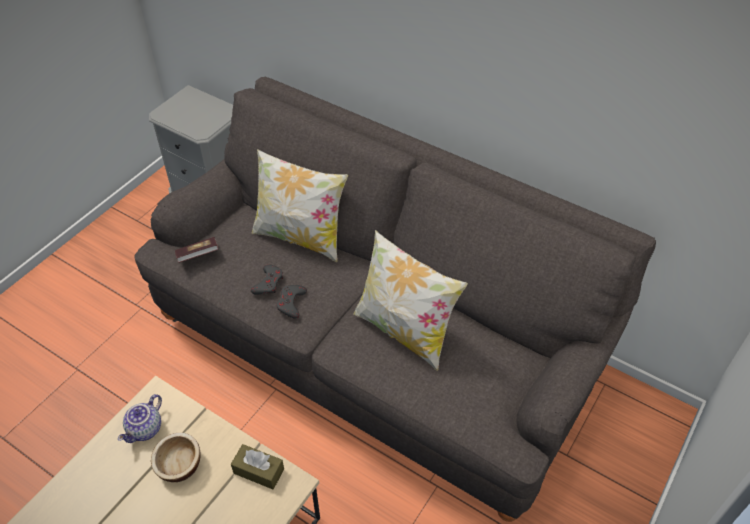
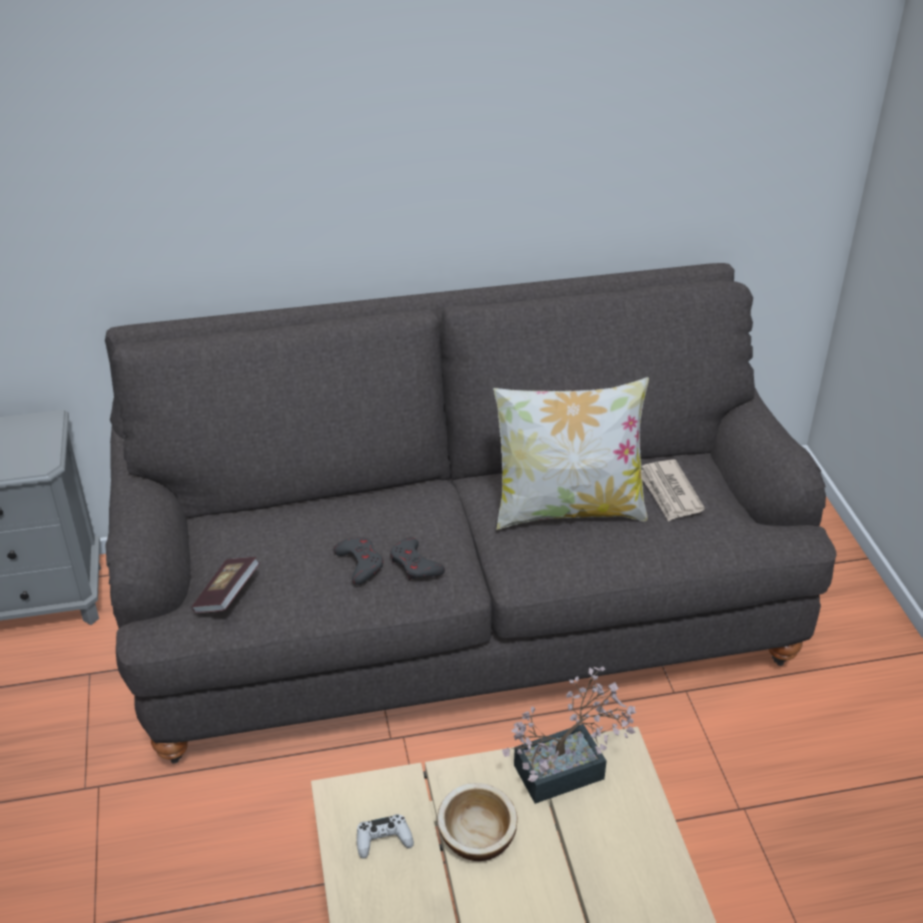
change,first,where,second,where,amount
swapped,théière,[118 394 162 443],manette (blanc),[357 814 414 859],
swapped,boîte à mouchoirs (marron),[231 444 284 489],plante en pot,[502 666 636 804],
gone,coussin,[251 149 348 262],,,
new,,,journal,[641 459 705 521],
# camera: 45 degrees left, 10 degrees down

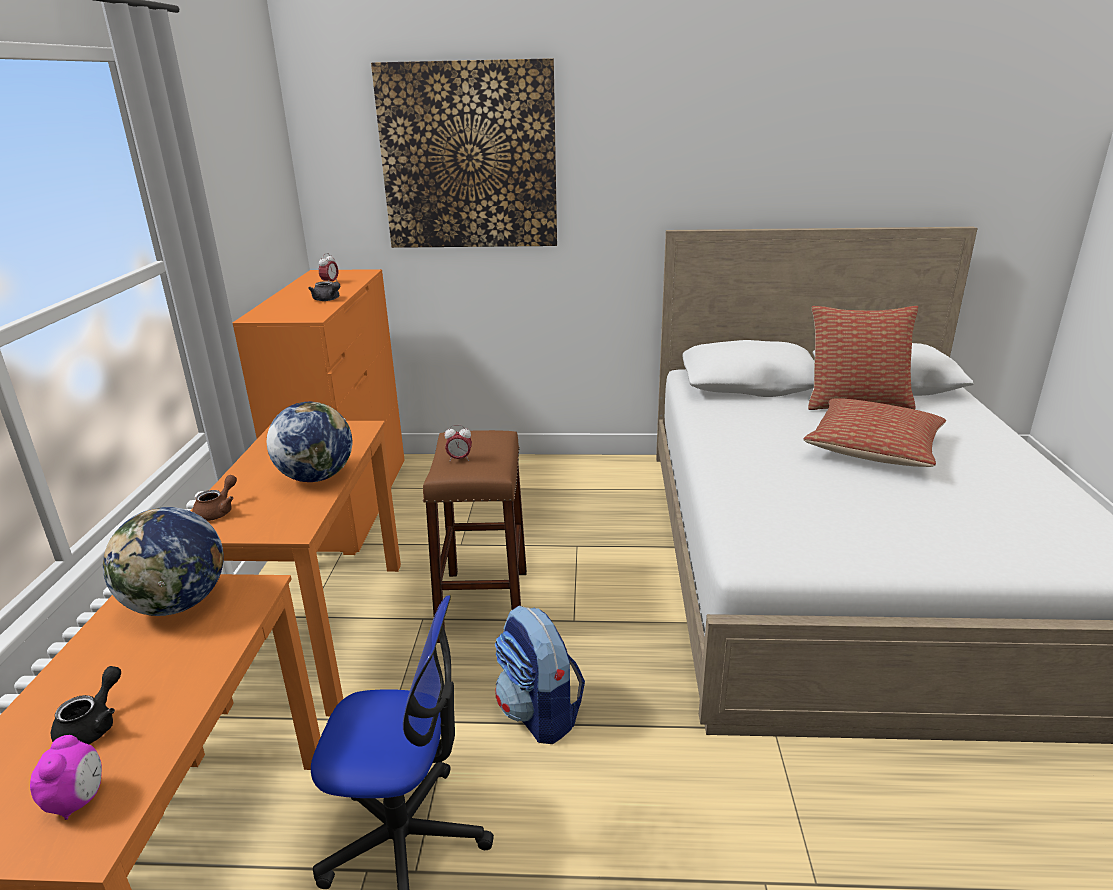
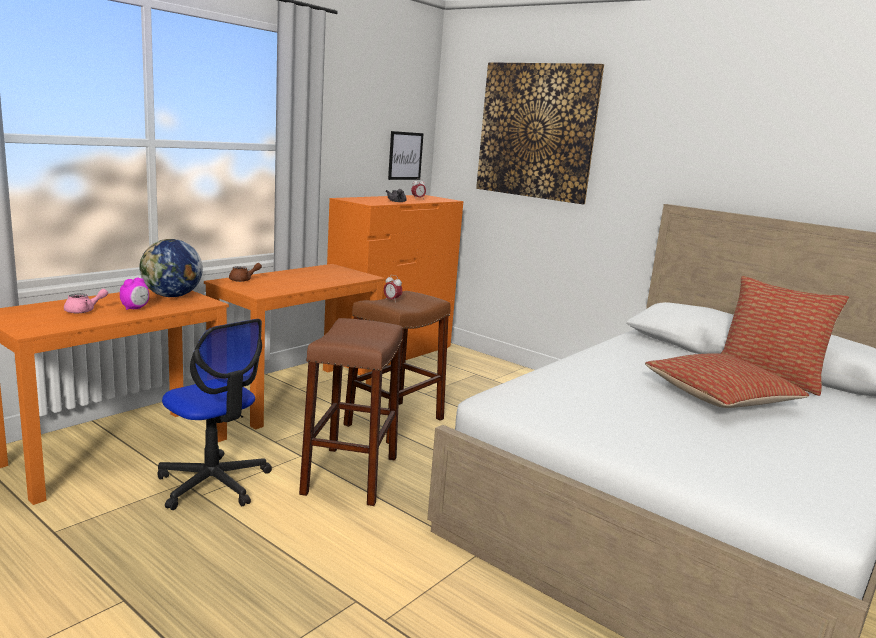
change,first,where,second,where,amount
shifted,réveil,[30 735 102 820],,[120 278 149 310],
repainted,théière (noir),[51 666 121 744],théière (rose),[64 289 108 313],
gone,globe,[267 402 352 482],,,
swapped,sac à dos,[495 605 585 744],tabouret (marron),[299 318 403 506],
new,,,tableau,[388 131 424 180],
# camera: 35 degrees right, 10 degrees down

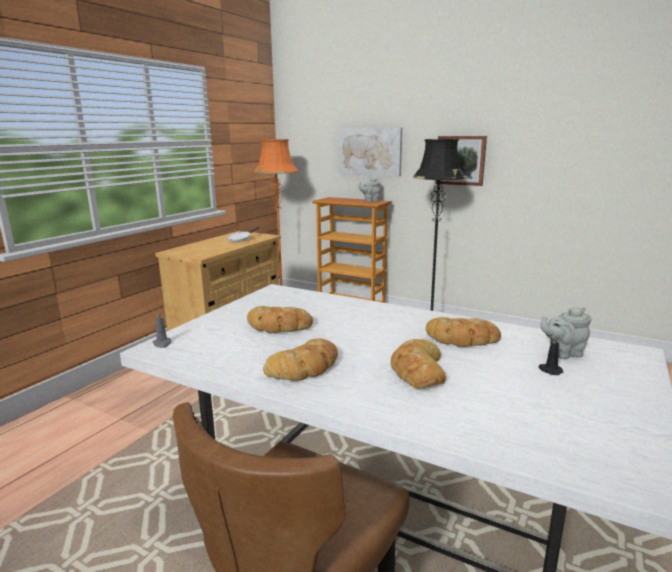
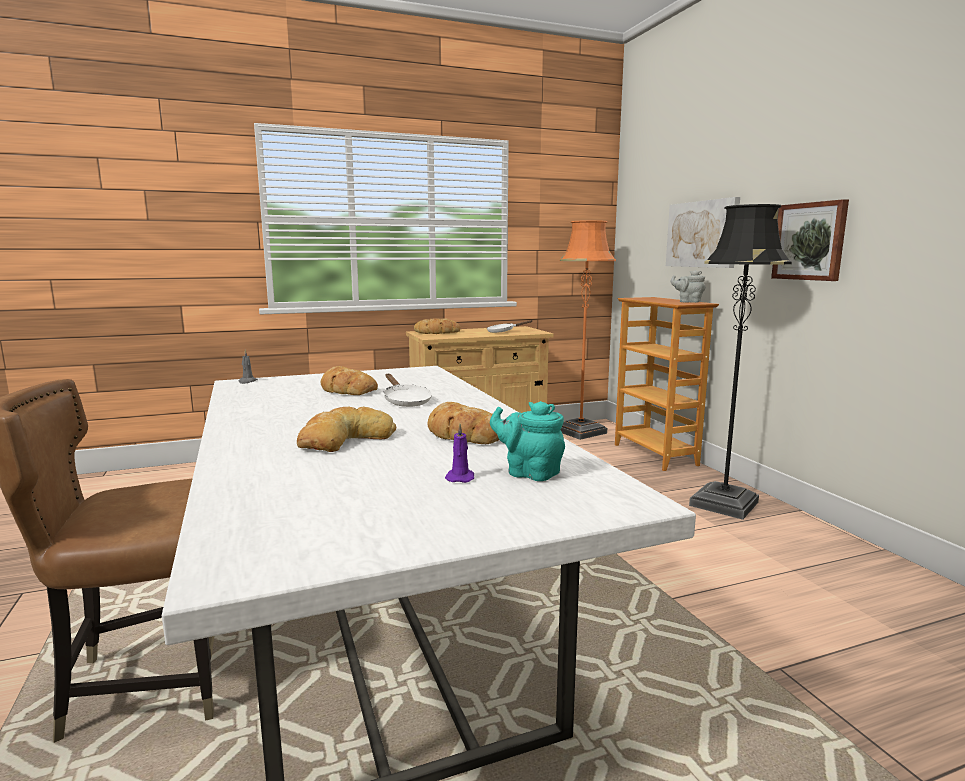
change,first,where,second,where,amount
shifted,pain,[263 338 338 381],,[414 318 461 334],
repainted,bougie (noir),[539 335 563 375],bougie (violet),[445 424 474 483],
repainted,théière (gris),[540 307 591 359],théière (turquoise),[490 401 565 481],
new,,,poêle (blanc),[384 374 432 407],
# camera: 40 degrees right, 5 degrees down

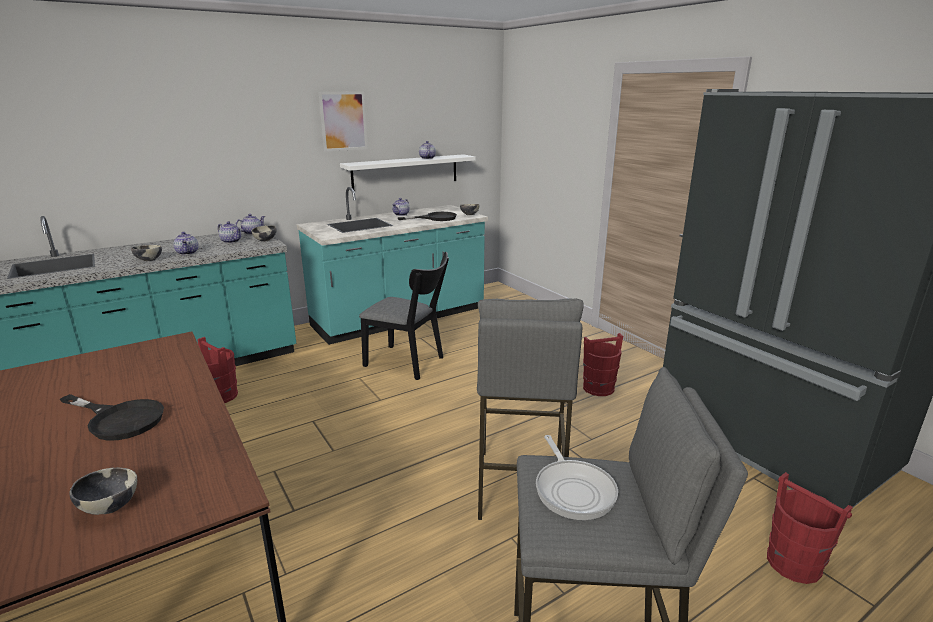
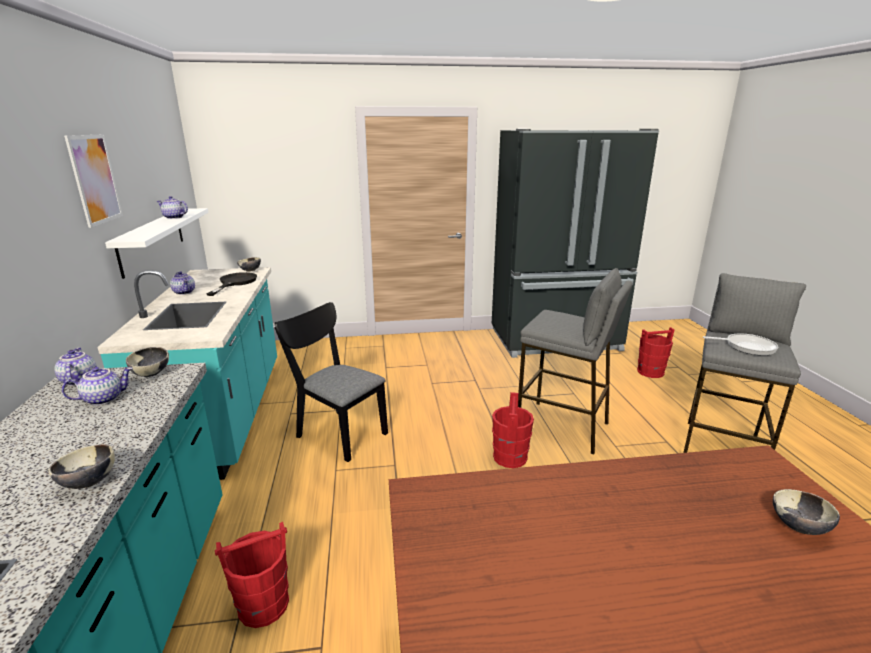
change,first,where,second,where,amount
gone,poêle (noir),[60 394 164 441],,,
gone,théière,[173 232 198 255],,,
rotated,chaise (noir),[359 252 449 380],,[274 302 388 462],105 degrees counterclockwise
shifted,seau (rouge),[583 333 623 396],,[492 392 534 468],
# camera: 65 degrees left, 0 degrees up

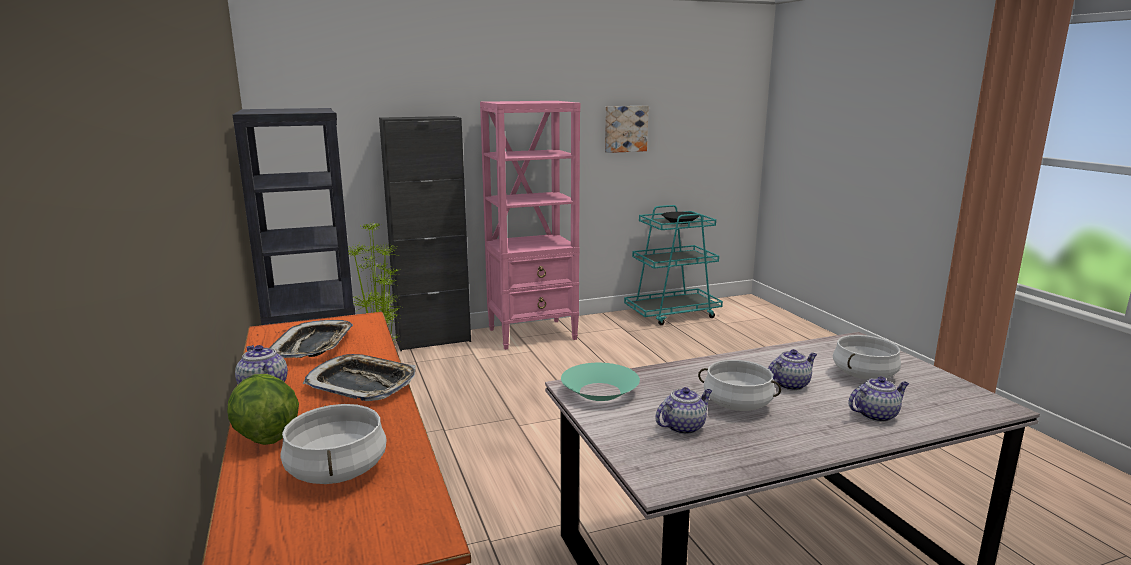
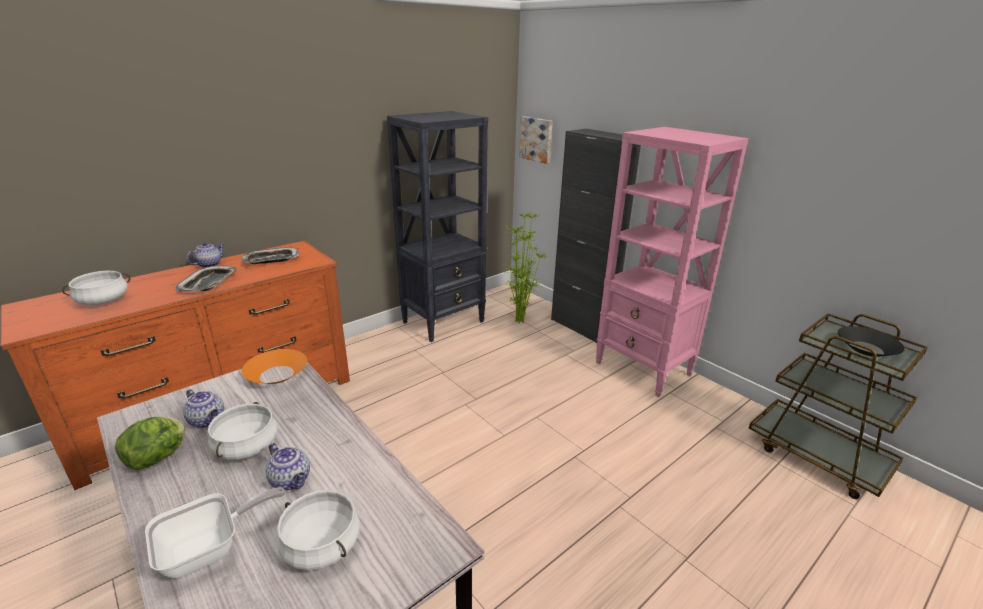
change,first,where,second,where,amount
shifted,laitue,[227 374 299 445],,[115 417 185 470],
repainted,bol (turquoise),[561 363 640 401],bol (orange),[241 349 307 384],
shifted,tableau,[605 106 649 153],,[519 116 553 164],
repainted,chariot (turquoise),[624 205 723 325],chariot (marron),[749 313 928 499],
swapped,théière,[848 377 909 422],poêle,[145 487 286 578],
# camera: 70 degrees right, 10 degrees up

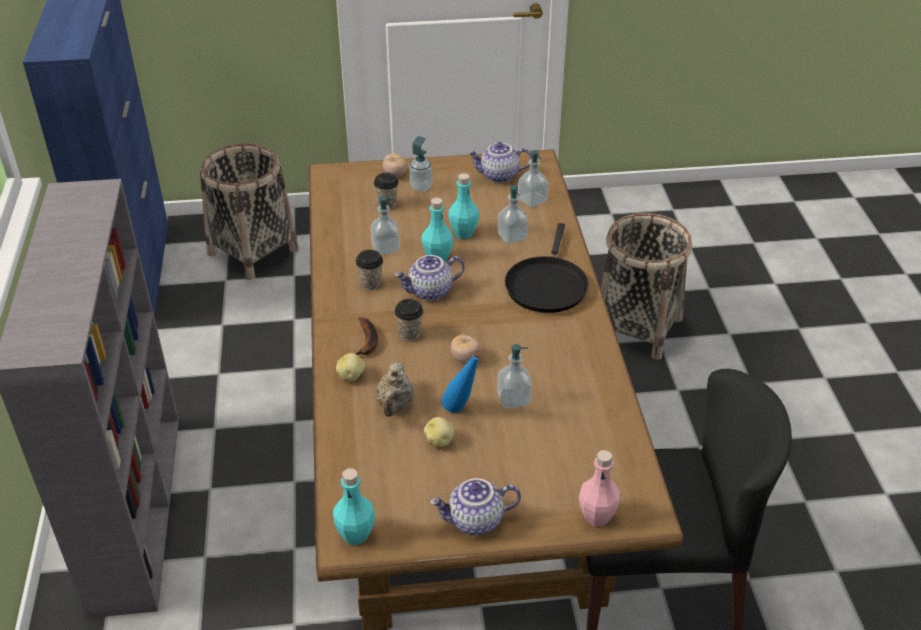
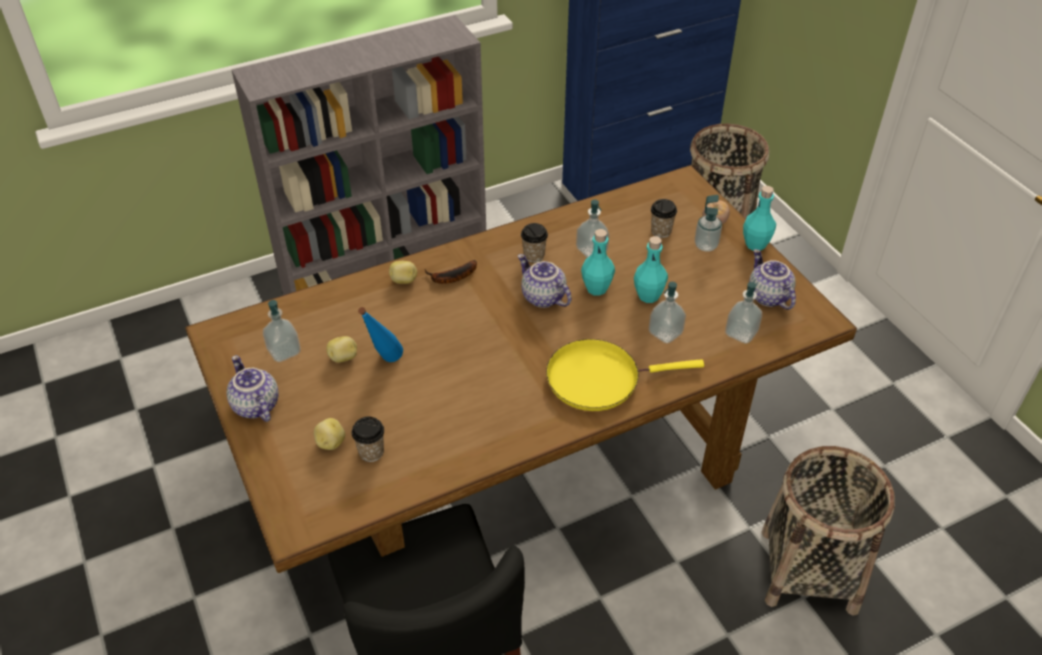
change,first,where,second,where,amount
shifted,bouteille (turquoise),[333 468 375 545],,[743 186 776 251],
gone,théière (beige),[376 362 414 417],,,
shifted,tasse,[394 299 423 341],,[351 417 384 462],
gone,tomate,[451 335 481 363],,,
shifted,distributeur de savon,[497 344 532 409],,[263 300 300 362],
repainted,poêle (noir),[505 223 589 313],poêle (jaune),[546 339 704 411],
gone,bouteille (rose),[579 450 621 526],,,
new,,,pomme de terre,[314 418 345 450],
# camera: 70 degrees right, 5 degrees up

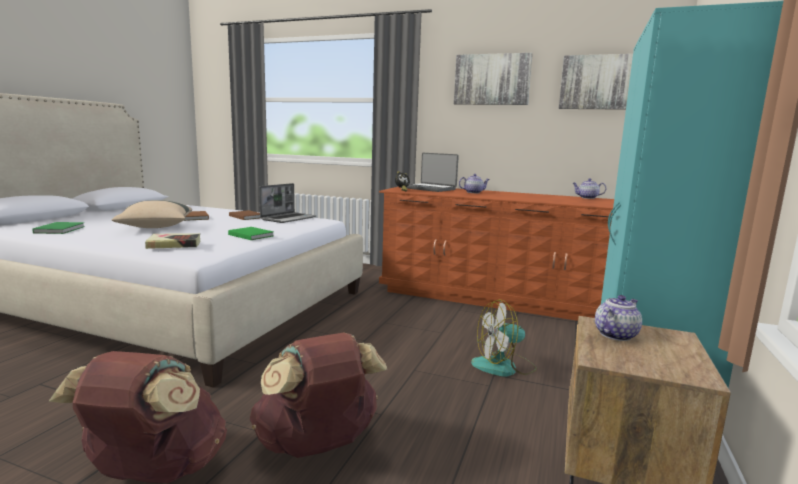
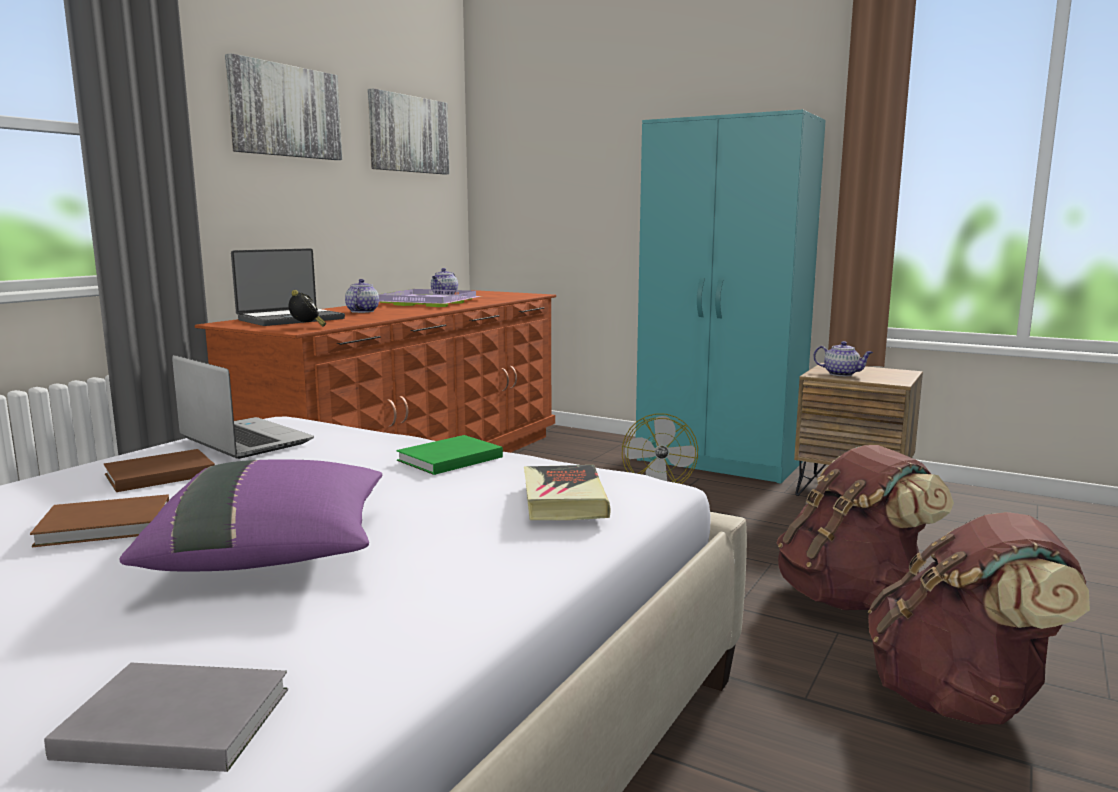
change,first,where,second,where,amount
repainted,livre (vert),[32 222 85 234],livre (gris),[44 663 288 772],
repainted,coussin (beige),[112 200 192 228],coussin (violet),[120 459 382 572],
rotated,théière,[595 295 642 341],,[814 341 873 376],150 degrees clockwise
new,,,plateau (violet),[378 289 481 307],
# camera: 80 degrees left, 0 degrees up

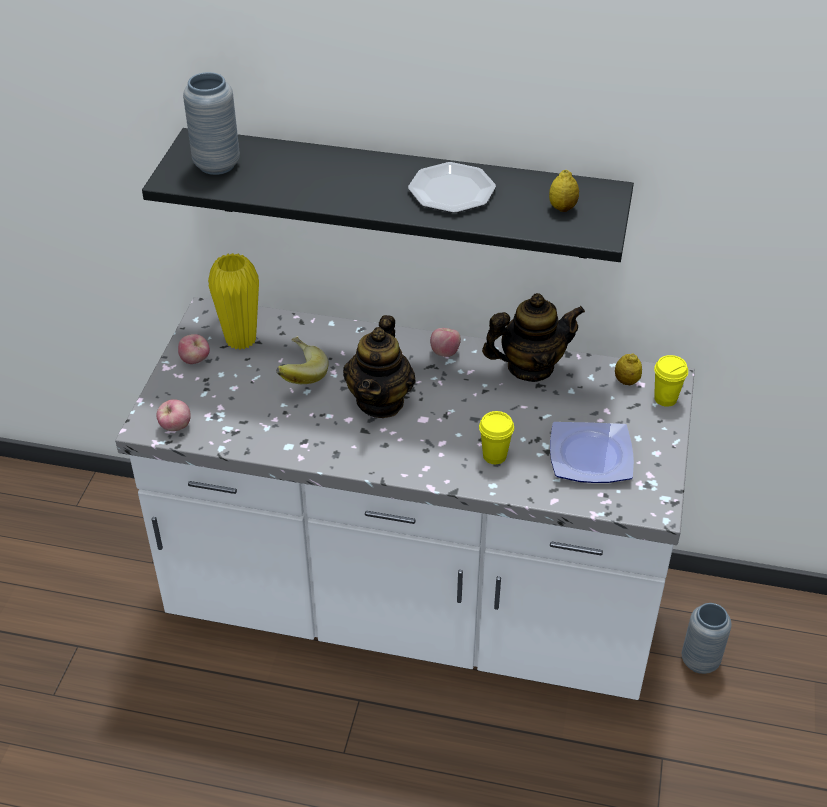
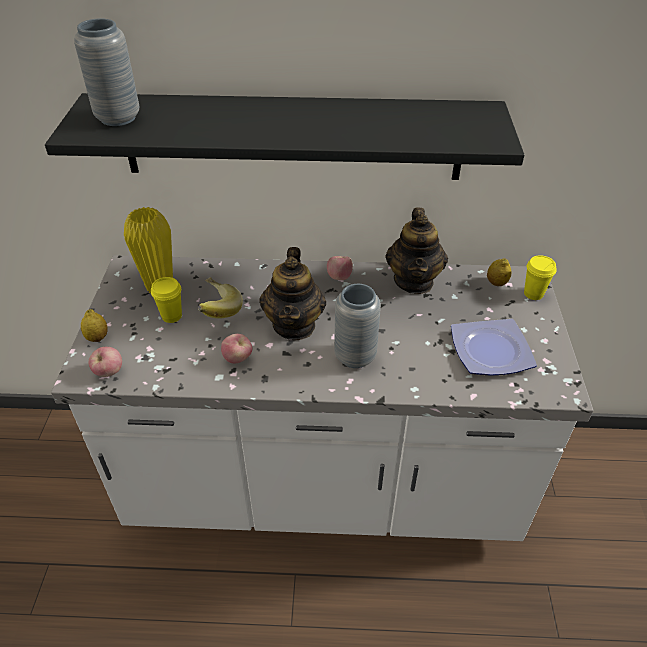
change,first,where,second,where,amount
shifted,pomme,[178 334 210 364],,[221 334 252 363],
gone,assiette,[408 162 496 213],,,
shifted,tasse (jaune),[479 411 514 464],,[151 277 182 323],
rotated,théière,[482 293 585 382],,[386 208 448 294],120 degrees clockwise
shifted,citron,[549 170 579 212],,[81 309 108 342],
shifted,vase (gris),[682 603 732 674],,[334 284 381 368],
# camera: 10 degrees left, 0 degrees up

